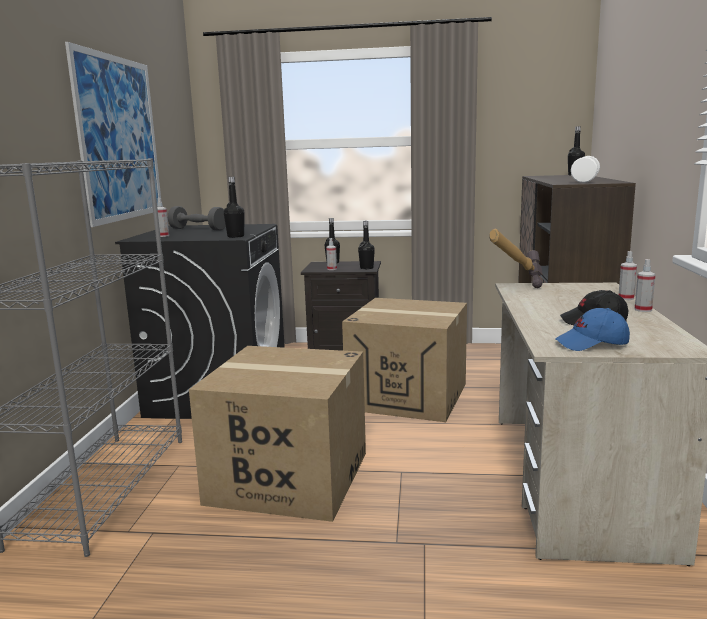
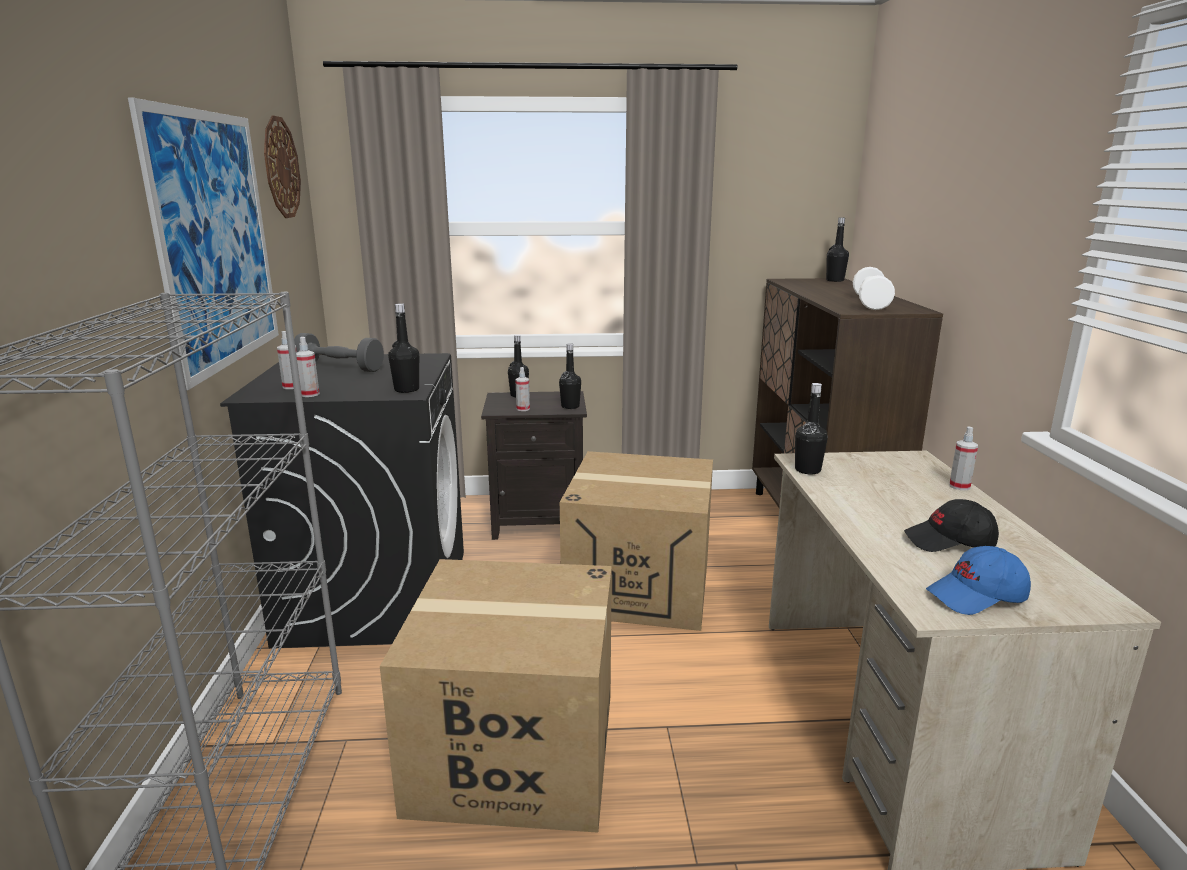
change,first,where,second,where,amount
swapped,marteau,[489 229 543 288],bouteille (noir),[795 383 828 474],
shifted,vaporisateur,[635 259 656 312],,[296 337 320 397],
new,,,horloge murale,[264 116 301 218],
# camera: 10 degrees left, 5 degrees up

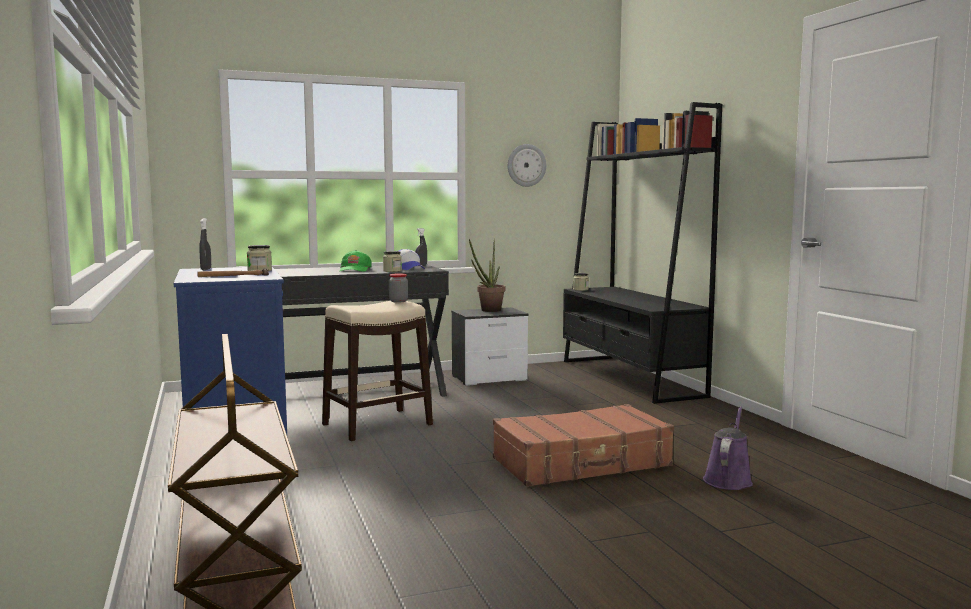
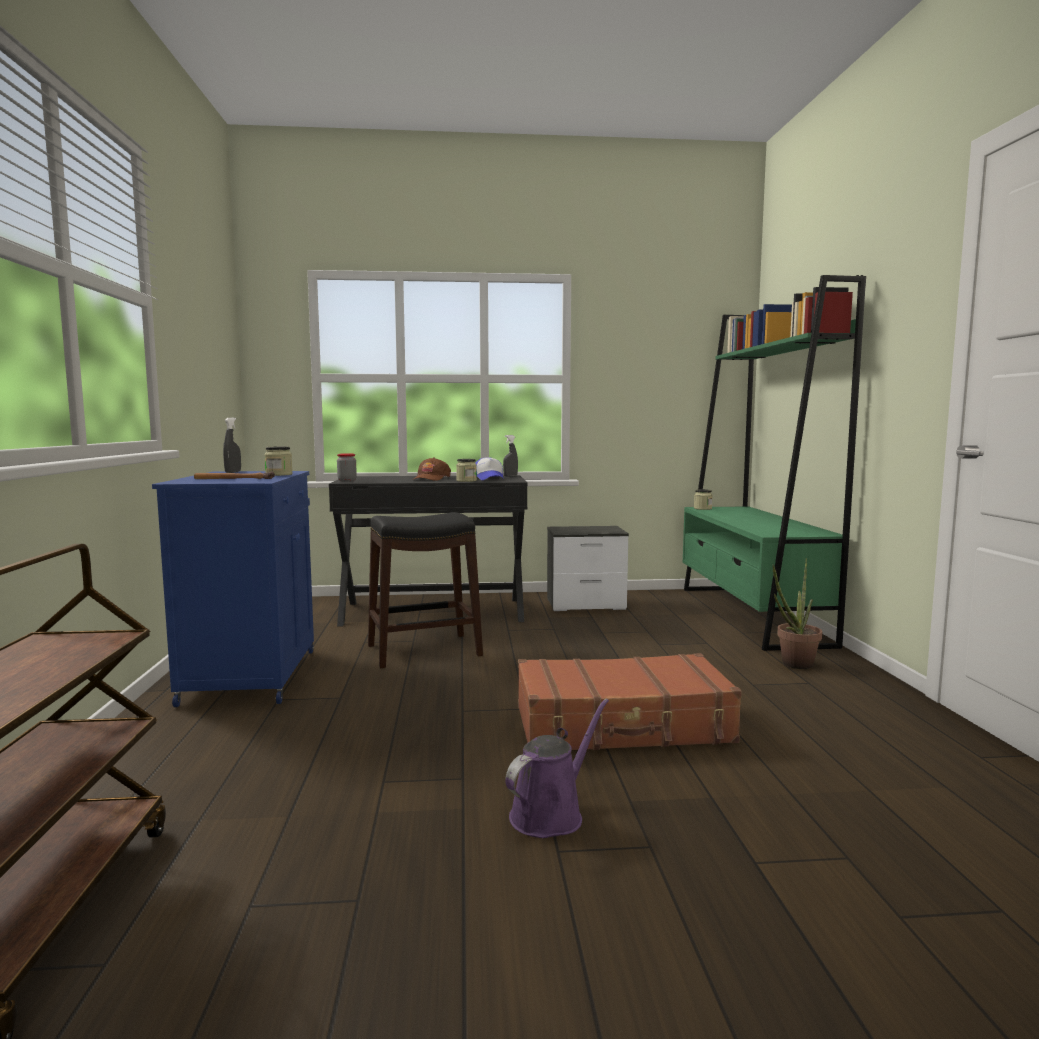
change,first,where,second,where,amount
repainted,tabouret (beige),[322 301 433 441],tabouret (noir),[368 512 483 668],
repainted,casquette (vert),[340 250 372 272],casquette (marron),[412 457 451 481],
shifted,bocal,[389 273 408 303],,[337 453 357 482],
shifted,plante en pot,[469 239 505 312],,[773 558 822 669],
gone,horloge murale,[508 144 546 187],,,
repainted,bibliothèque (noir),[563 102 722 404],bibliothèque (vert),[683 275 866 651],
shifted,arrosoir (violet),[703 406 753 490],,[505 699 609 838],
# camera: 15 degrees right, 0 degrees up

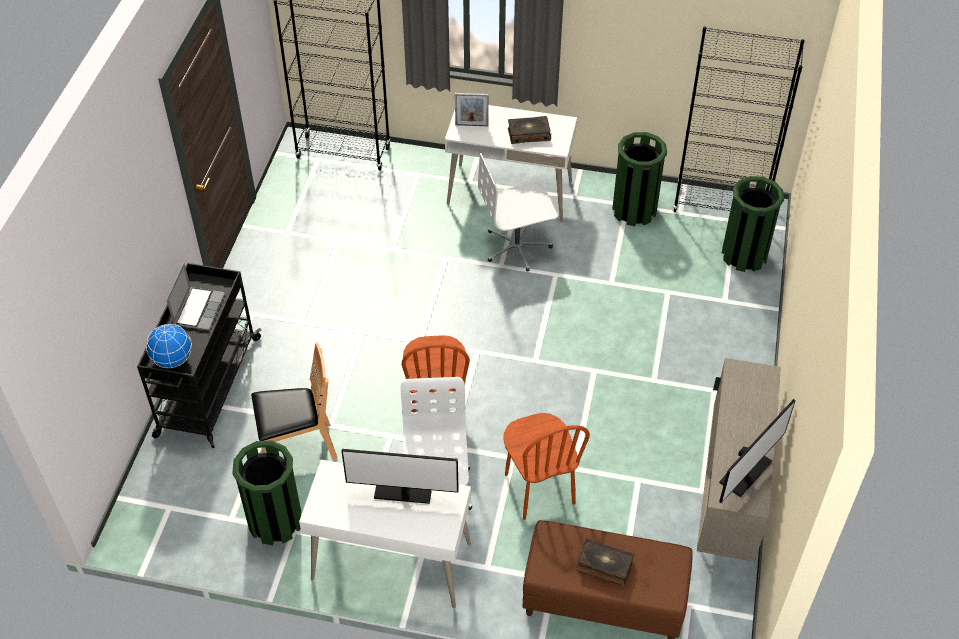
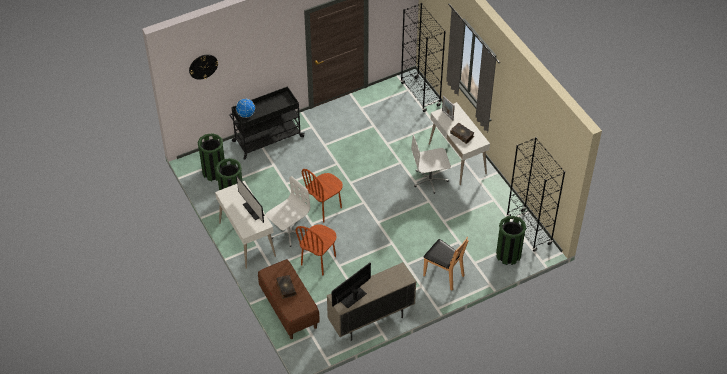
change,first,where,second,where,amount
gone,ordinateur portable,[166 263 225 331],,,
shifted,chaise (marron),[251 343 337 461],,[423 237 469 291],
rotated,chaise de bureau (blanc),[478 153 558 272],,[411 133 451 193],45 degrees counterclockwise
shifted,poubelle (vert),[612 132 667 226],,[198 133 225 181],
rotated,écran d'ordinateur,[719 399 796 503],,[331 262 371 308],135 degrees clockwise
new,,,horloge murale,[189 54 218 80],
# camera: 50 degrees right, 0 degrees up

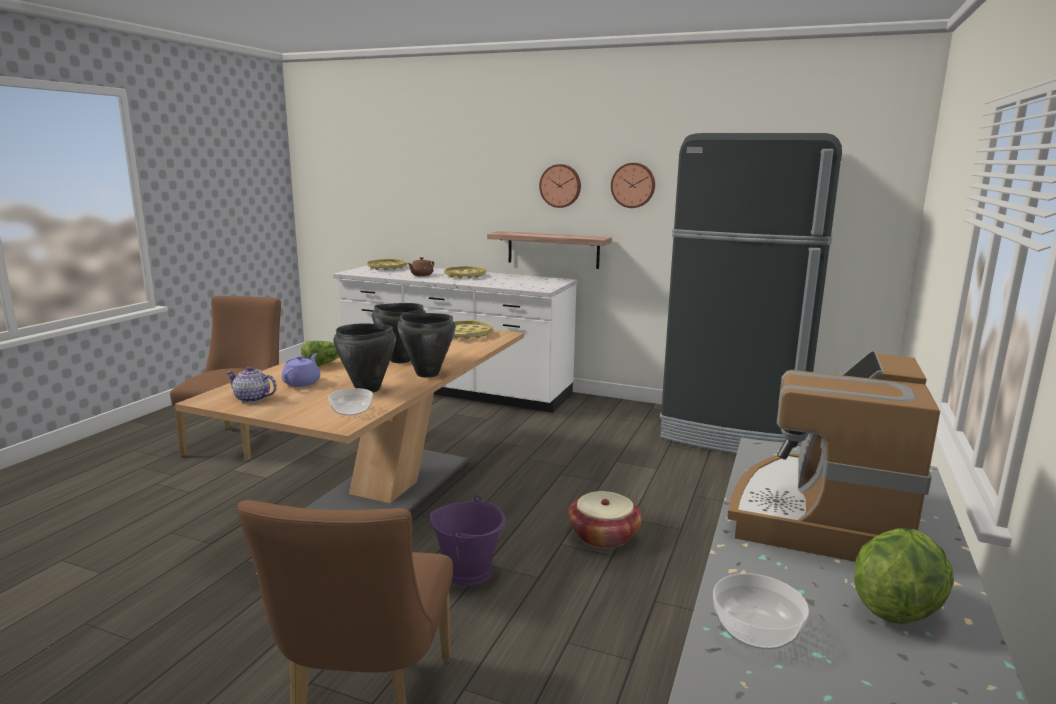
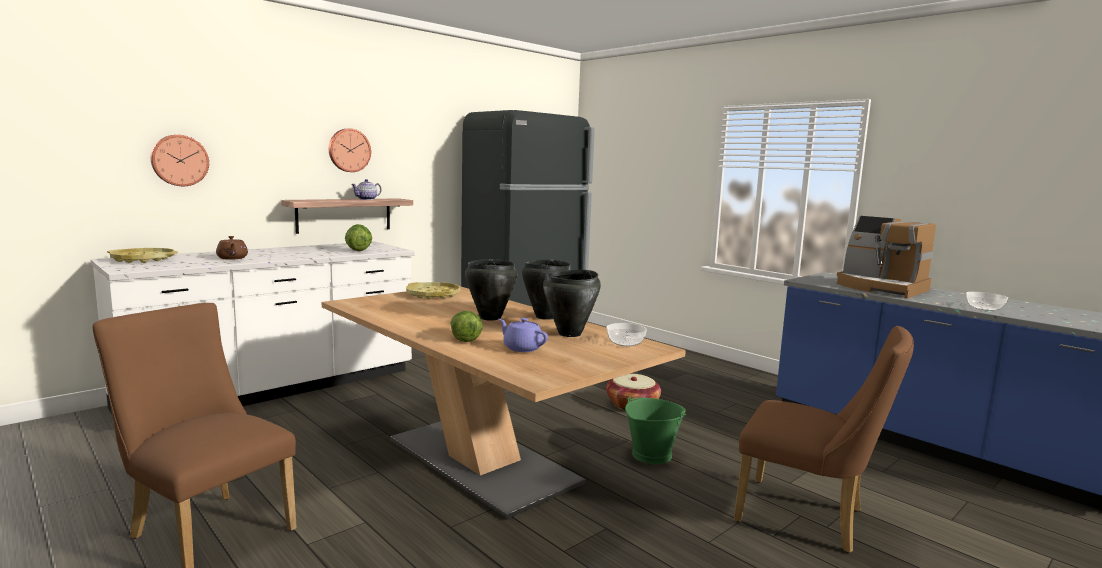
change,first,where,second,where,amount
shifted,théière,[225 366 277 403],,[351 179 382 200],
repainted,seau (violet),[430 495 505 586],seau (vert),[625 396 686 464],
gone,plateau (jaune),[444 266 486 279],,,
shifted,horloge murale,[611 163 655 208],,[151 135 209 186],
shifted,laitue,[854 528 954 624],,[345 224 372 251],
# camera: 65 degrees left, 5 degrees down

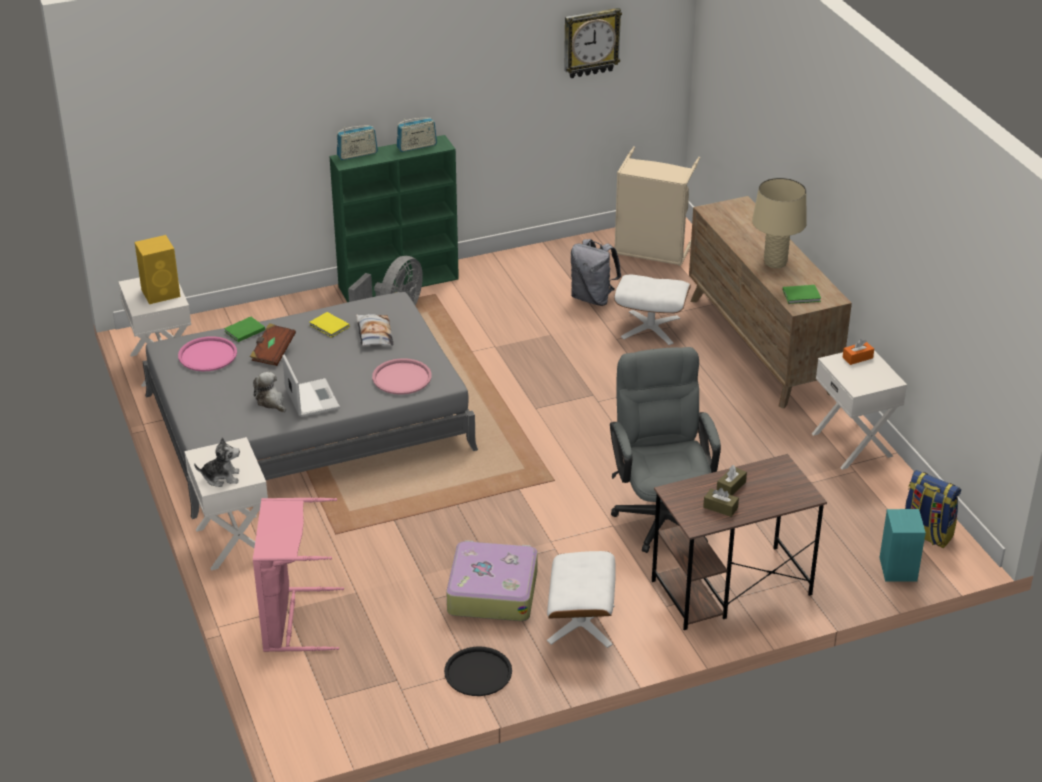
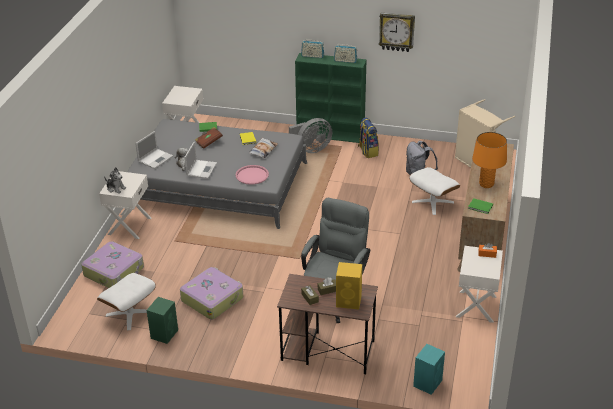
change,first,where,second,where,amount
shifted,enceinte (jaune),[135 235 180 304],,[336 262 362 309],
gone,plateau (rose),[178 336 237 371],,,
swapped,panier à linge (rose),[253 497 344 652],valise,[81 241 144 288],
swapped,plateau (noir),[444 647 512 696],enceinte (vert),[147 297 178 344],
shifted,pouf (blanc),[547 551 616 648],,[97 273 156 330],
shifted,horloge murale,[564 8 622 78],,[379 13 415 52],
repainted,lampe de table (beige),[752 178 807 268],lampe de table (orange),[472 132 507 188],
shifted,sac à dos,[905 470 961 548],,[358 117 379 158],
new,,,ordinateur portable,[135 131 173 169],
# camera: 35 degrees right, 0 degrees up

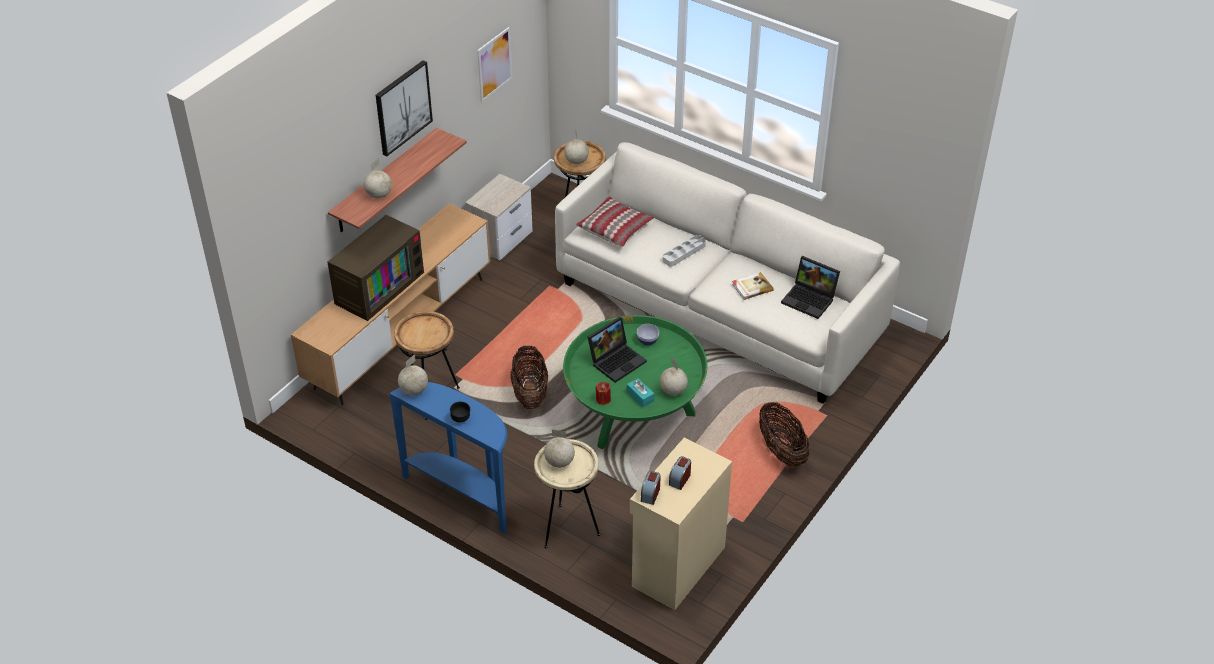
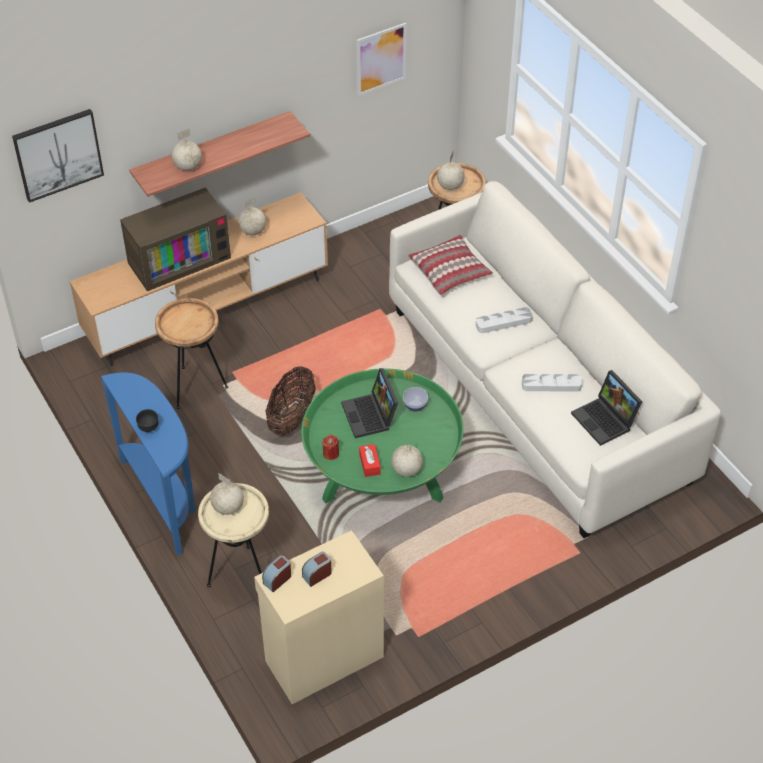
change,first,where,second,where,amount
shifted,tableau,[376 60 433 156],,[12 109 104 203],
shifted,globe,[398 354 428 395],,[238 197 266 235],
gone,table de chevet,[465 174 533 261],,,
rotated,ordinateur portable,[588 317 647 383],,[341 368 398 438],90 degrees clockwise
repainted,boîte à mouchoirs (turquoise),[627 378 654 407],boîte à mouchoirs (rouge),[359 444 381 477],
swapped,livre,[732 272 774 300],plateau (gris),[522 374 582 392],
gone,panier,[759 402 809 468],,,
# camera: 25 degrees right, 5 degrees up

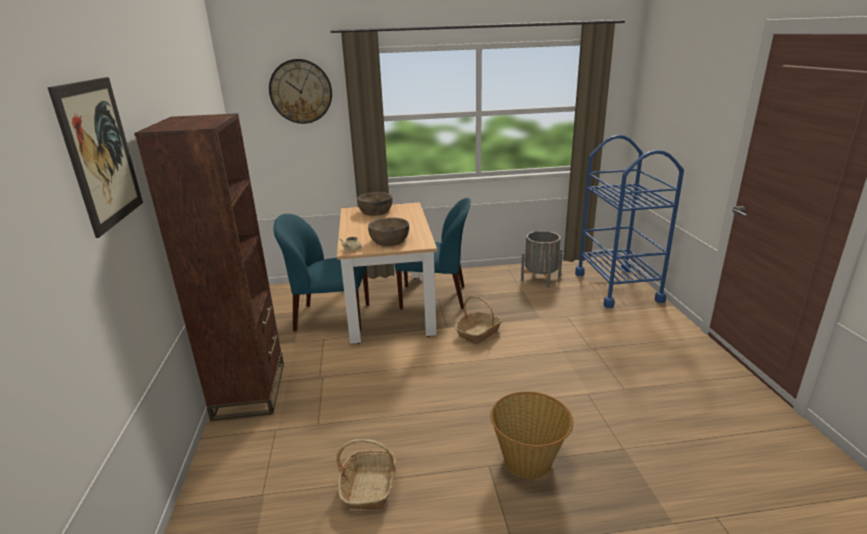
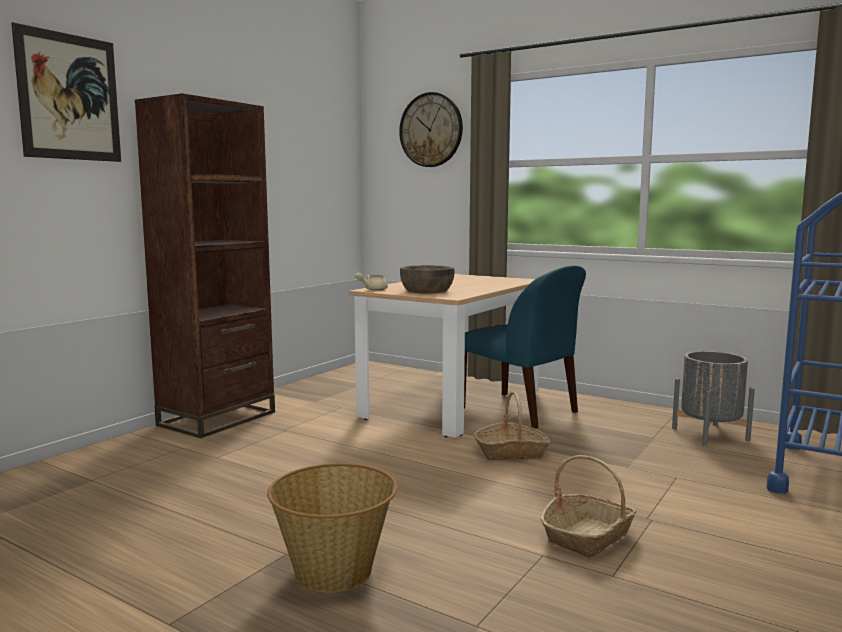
change,first,where,second,where,amount
gone,chaise (bleu),[274 214 369 331],,,
shifted,panier,[337 439 396 509],,[540 455 636 558],
gone,bol (marron),[357 192 393 216],,,
# camera: 40 degrees right, 15 degrees down

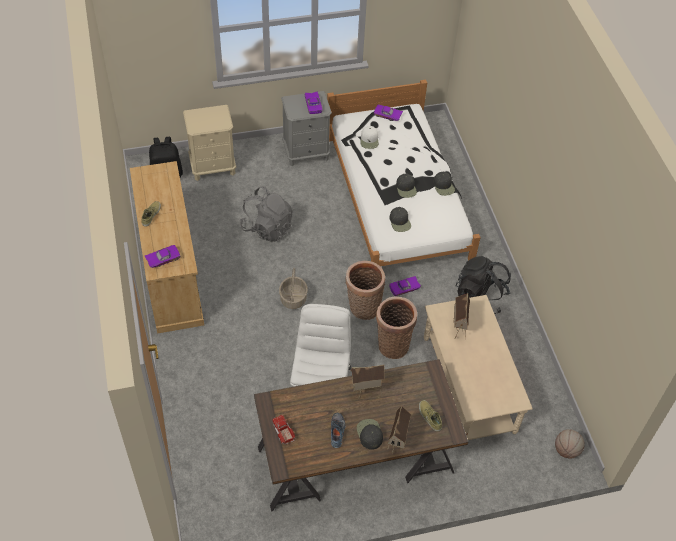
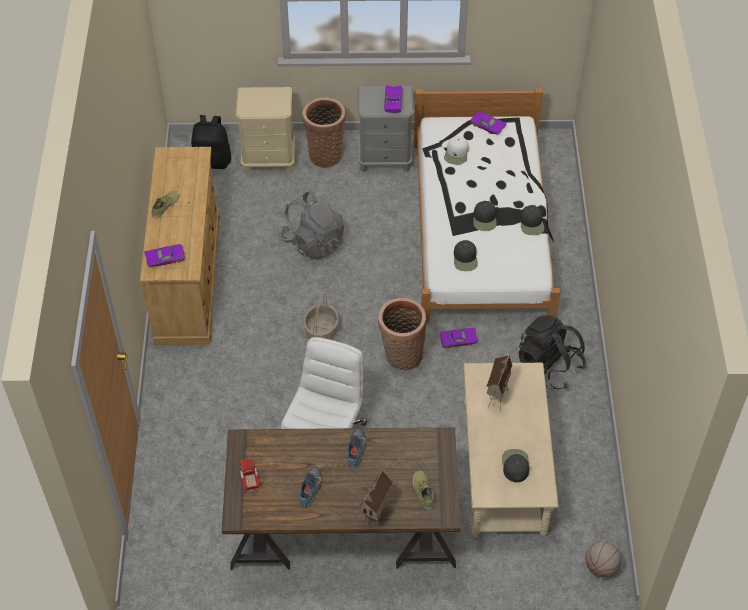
change,first,where,second,where,amount
swapped,maison miniature,[351 364 385 399],chaussure,[347 428 366 468],
shifted,casquette (noir),[357 419 383 450],,[502 449 529 482],
shifted,panier,[376 297 417 359],,[303 98 346 168],
# camera: 15 degrees right, 0 degrees up

